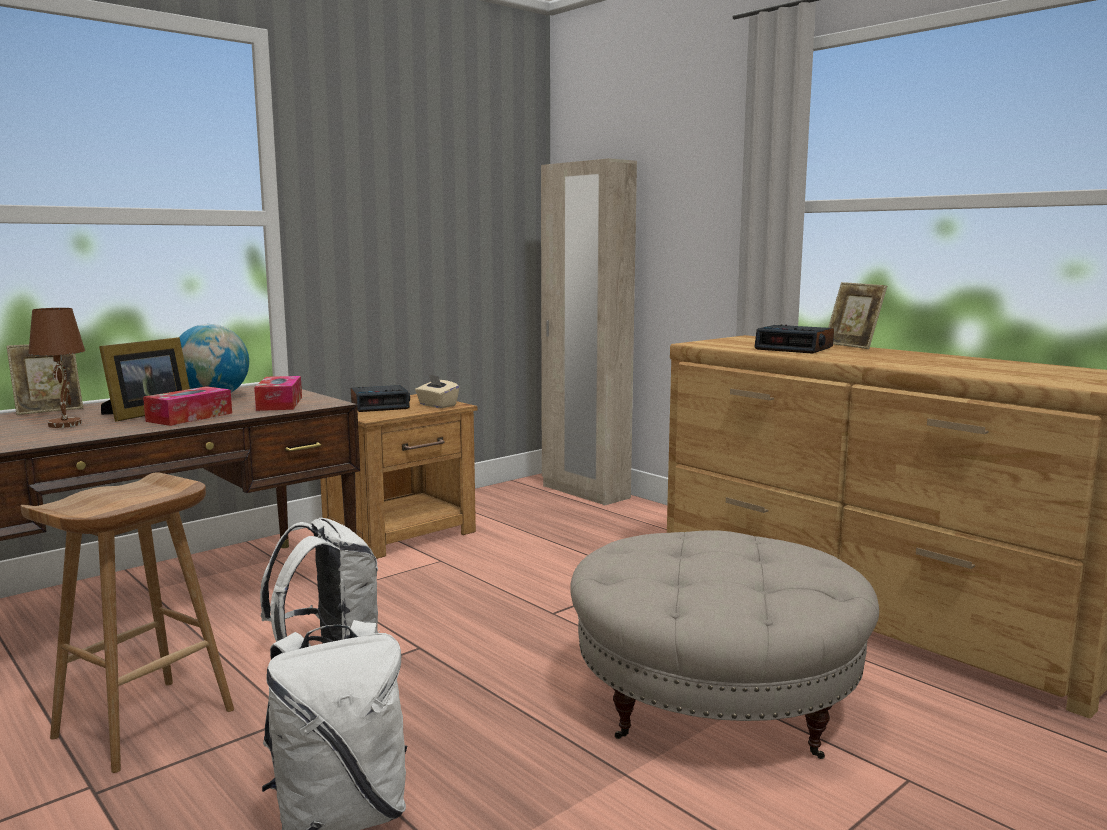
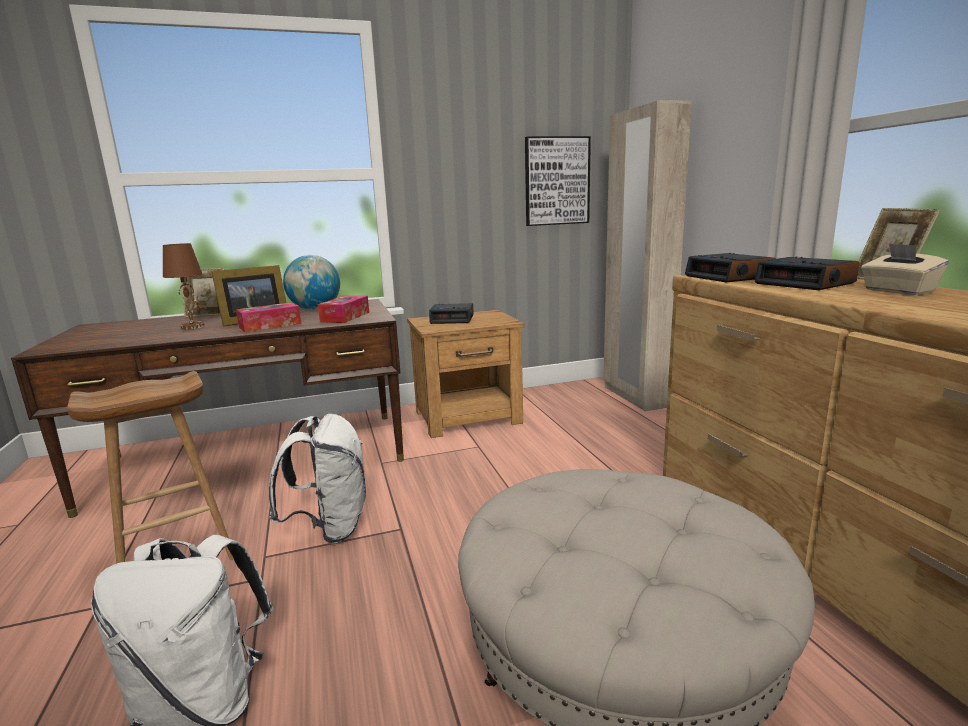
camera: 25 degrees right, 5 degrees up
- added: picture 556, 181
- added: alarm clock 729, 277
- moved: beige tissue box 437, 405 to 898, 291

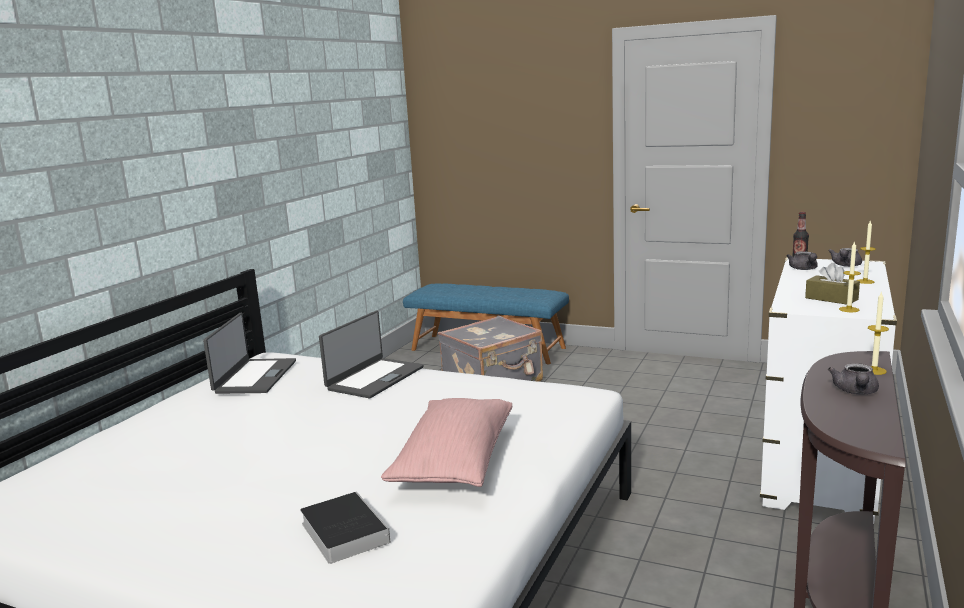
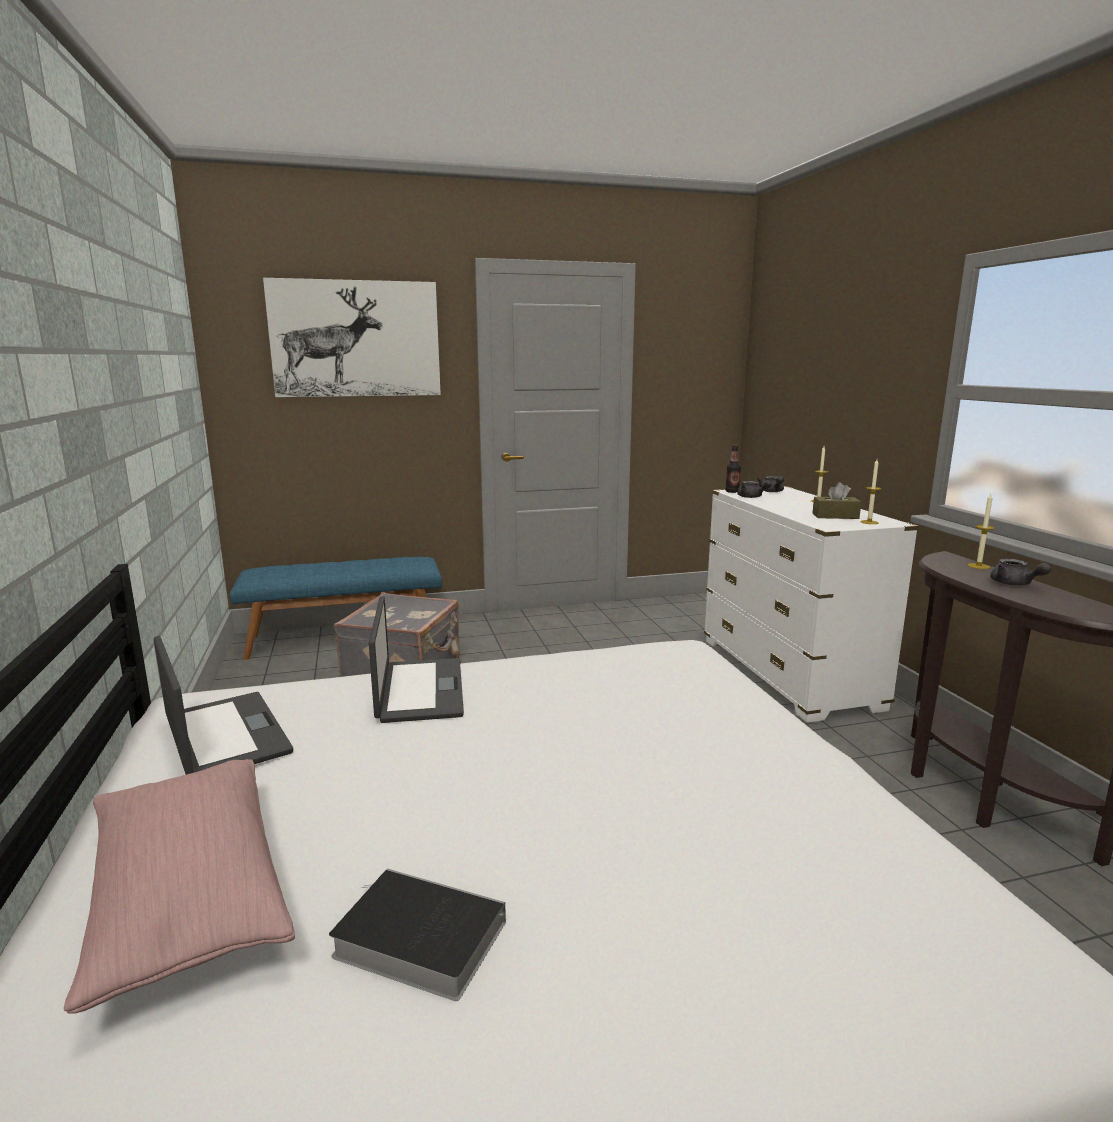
camera: 40 degrees left, 0 degrees up
- added: picture 356, 339
- moved: book 342, 531 to 415, 939
- moved: pink pillow 454, 462 to 188, 898

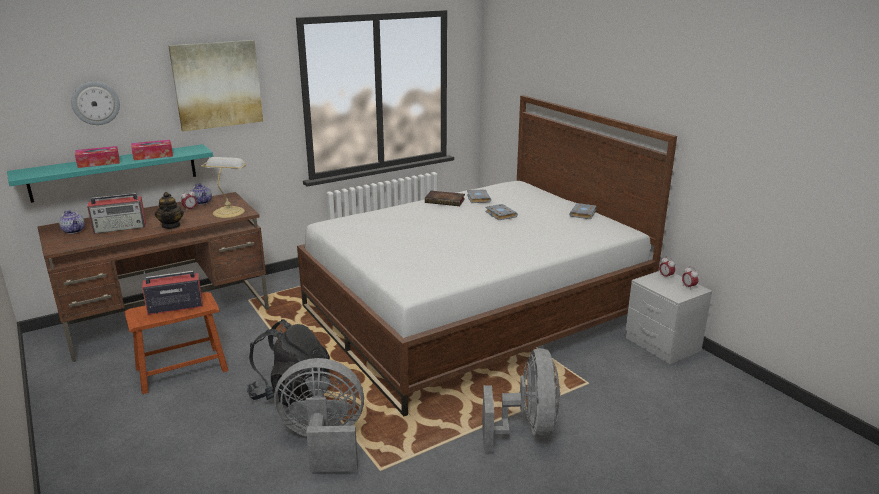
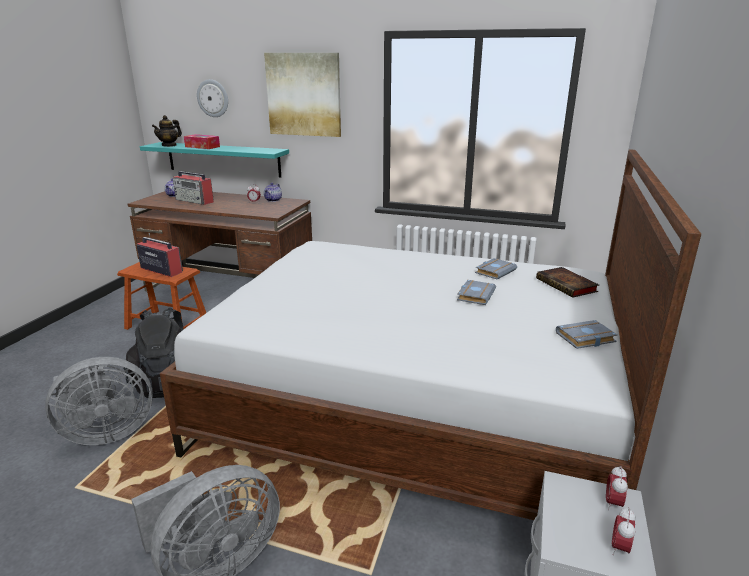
camera: 50 degrees right, 0 degrees up
- removed: tissue box 153, 155
- removed: table lamp 229, 211
- moved: teapot 171, 226 to 169, 145
- moved: book 446, 201 to 567, 286
- turned: grey fan 324, 442 = 106, 433 105 degrees clockwise

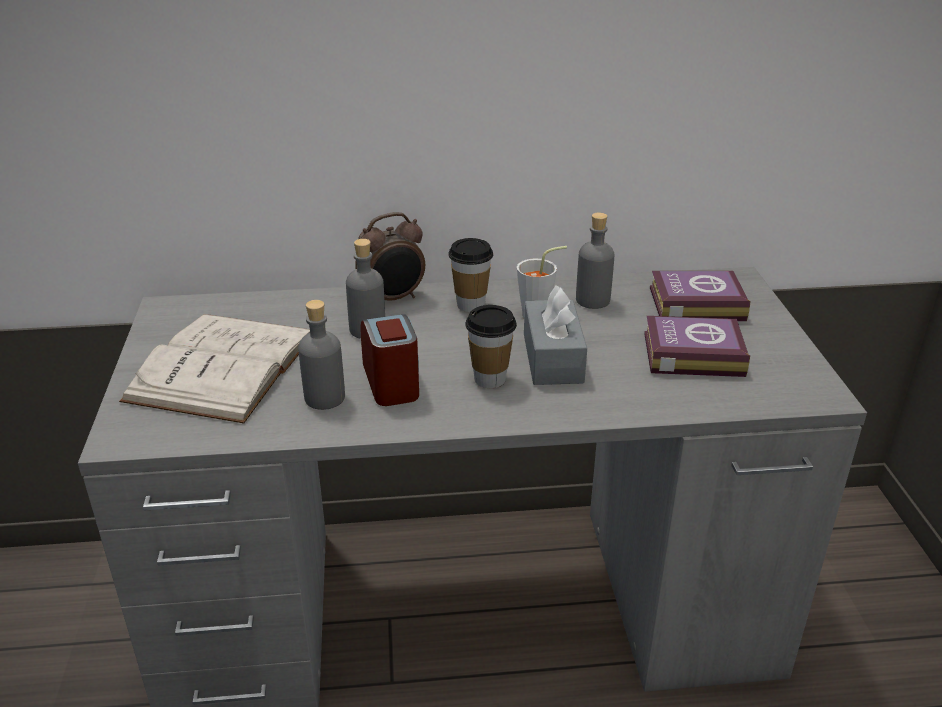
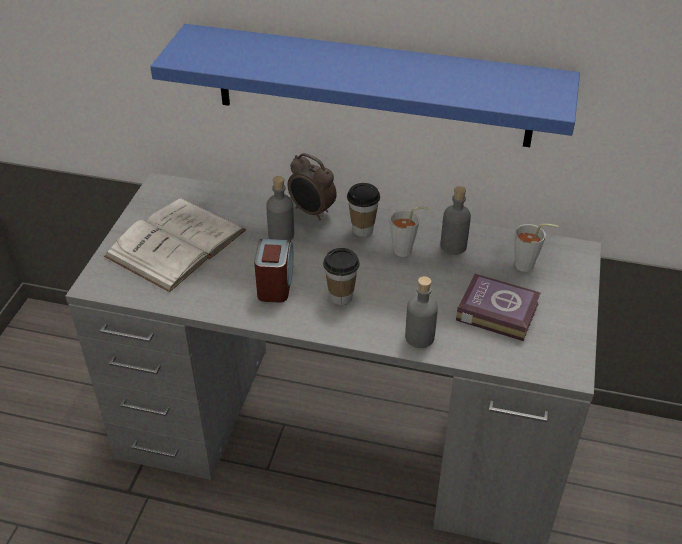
camera: 20 degrees right, 10 degrees up
- removed: grey tissue box 552, 358
- added: blue shelf 373, 86
- moved: grey bottle 324, 398 to 419, 337
- replaced: book 693, 303 to grey cup 528, 266
- turned: alarm clock 393, 299 = 311, 212 45 degrees clockwise

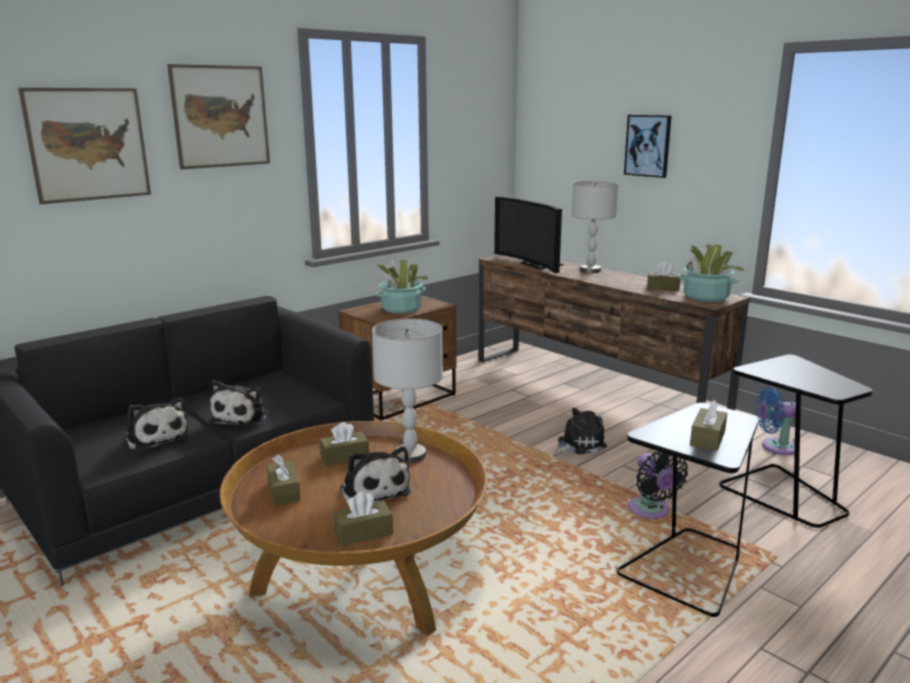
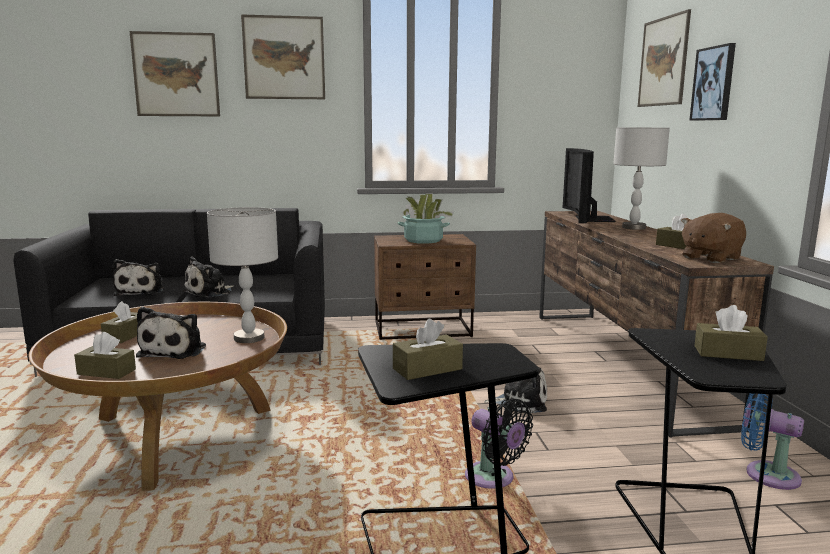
camera: 35 degrees right, 5 degrees down
- added: picture 663, 61
- moved: brown tissue box 345, 457 to 728, 353
- replaced: potted plant 706, 297 to brown plush toy 710, 258
- turned: black fan 650, 511 = 493, 479 60 degrees counterclockwise

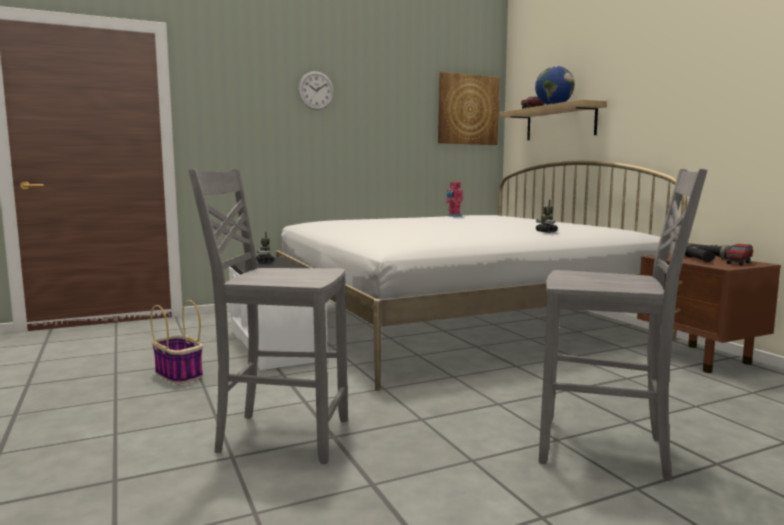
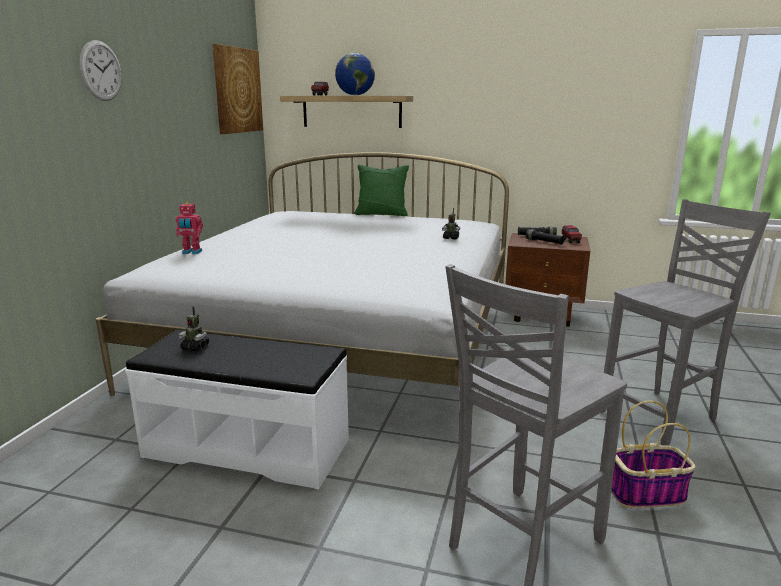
camera: 50 degrees left, 10 degrees up
- added: green pillow 381, 214
- moved: basket 179, 375 to 647, 494
- moved: toy robot 453, 216 to 191, 252

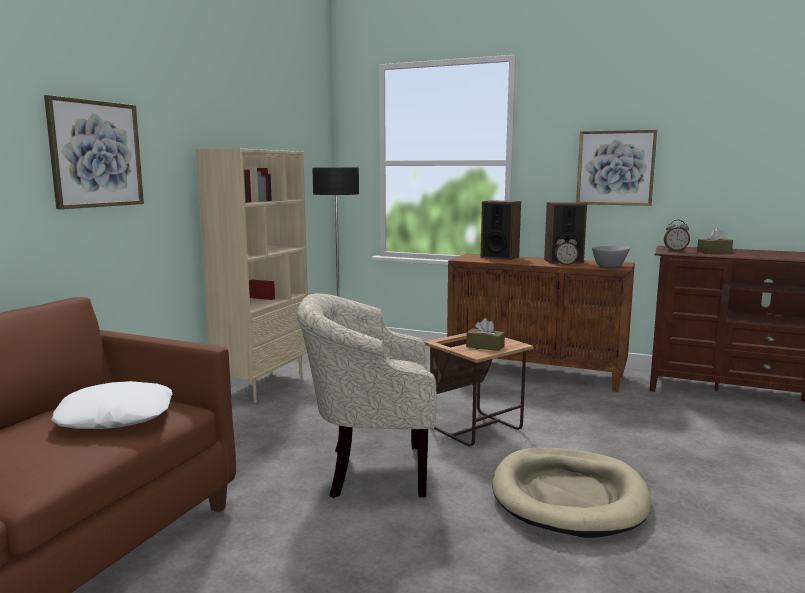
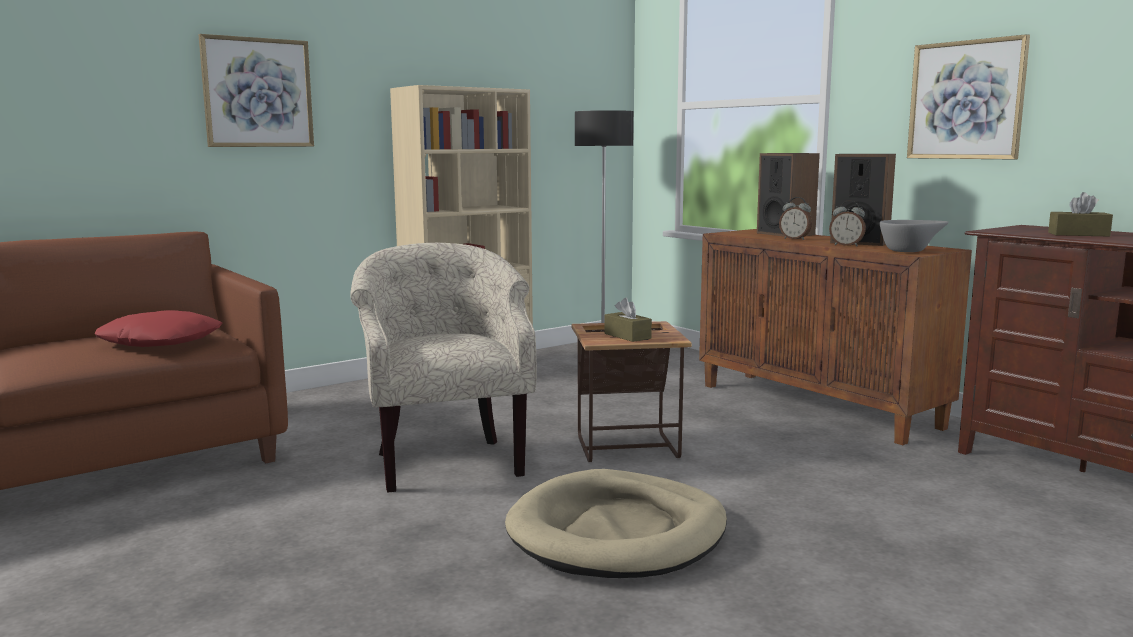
camera: 30 degrees right, 0 degrees up
- moved: alarm clock 675, 250 to 795, 239
- recoloured: white pillow 116, 417 to red pillow 162, 341
- turned: beige armchair 370, 471 = 446, 461 45 degrees clockwise

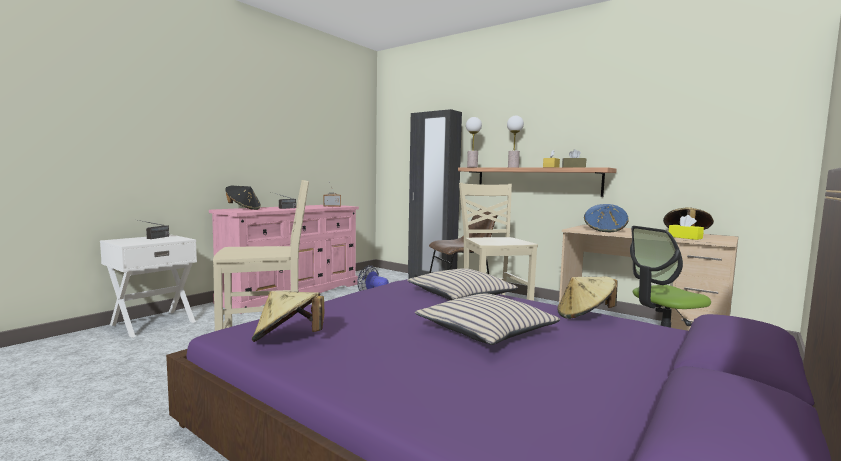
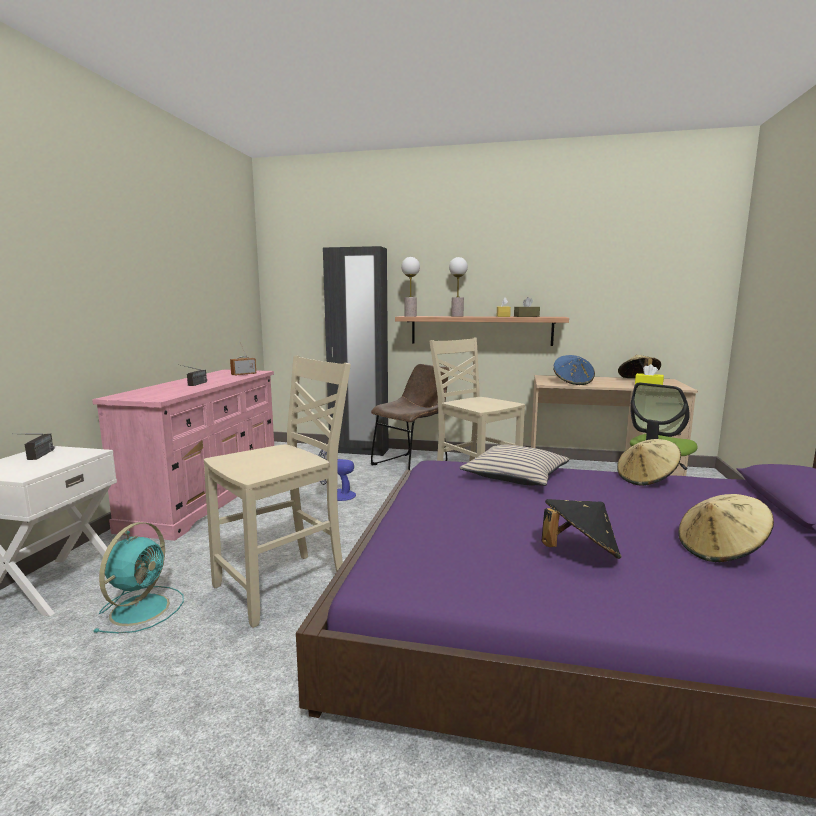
camera: 25 degrees left, 5 degrees up
- removed: beige pillow 486, 331
- added: turquoise fan 142, 608
- moved: black hat 243, 209 to 579, 553
- moved: beige hat 288, 339 to 720, 551

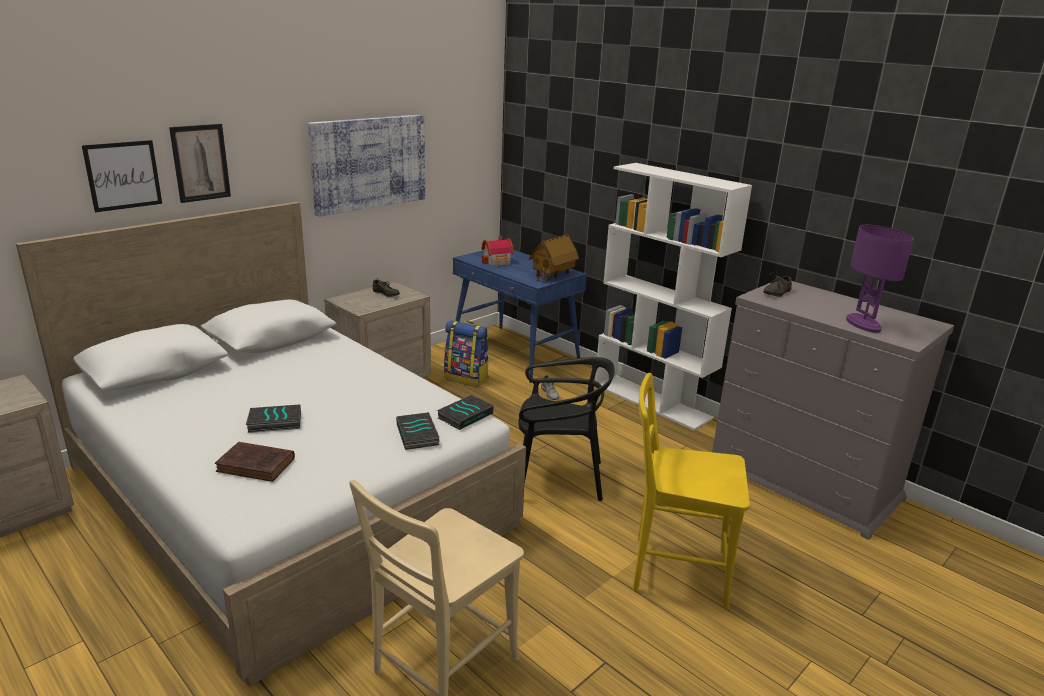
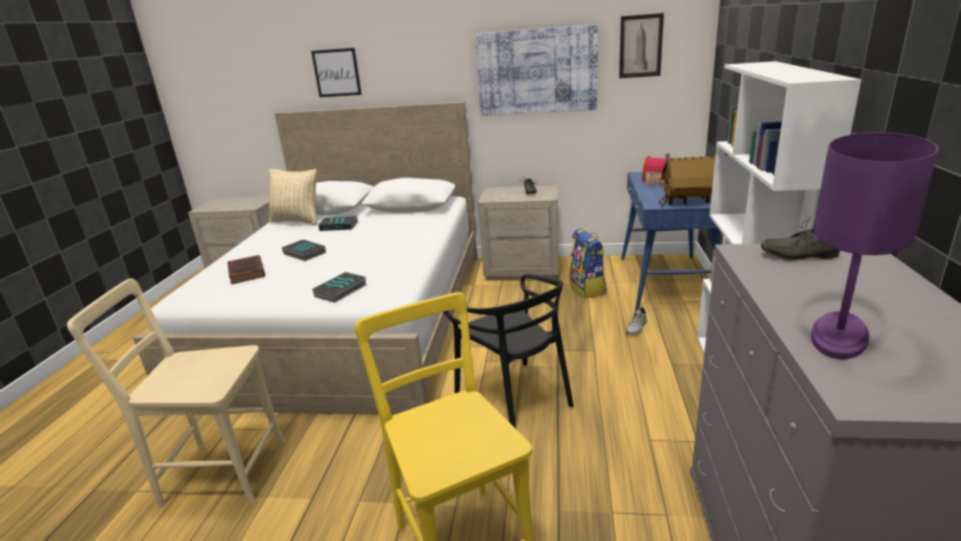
camera: 55 degrees right, 0 degrees up
- added: beige pillow 297, 221
- moved: picture 200, 163 to 640, 46
- moved: book 465, 415 to 339, 226

